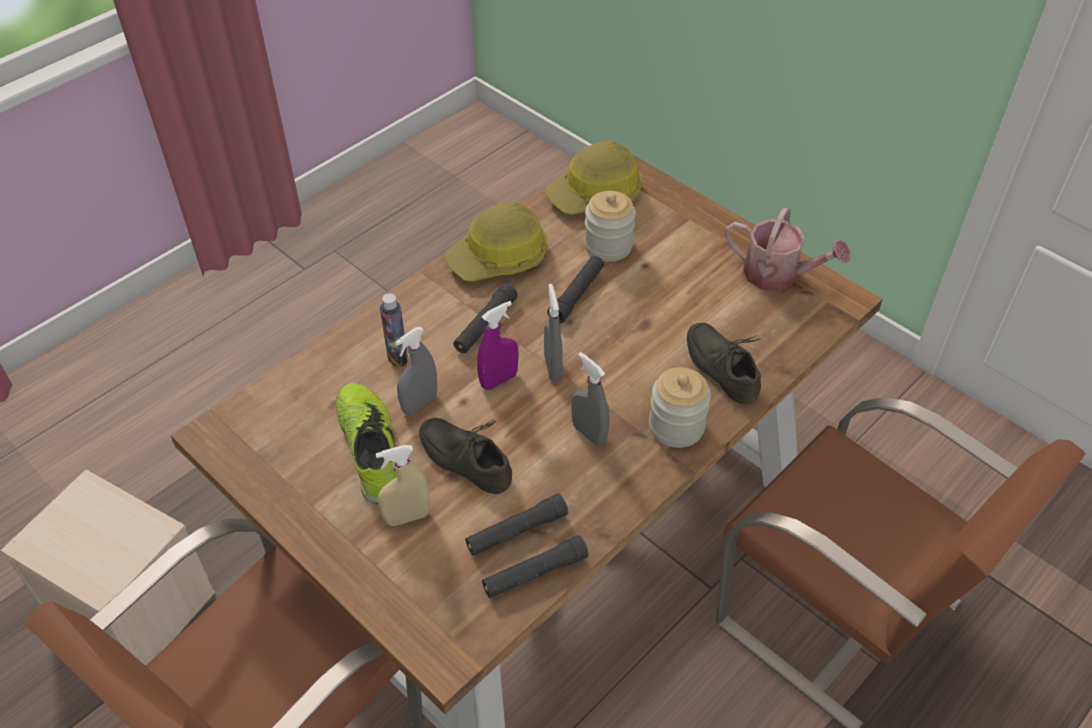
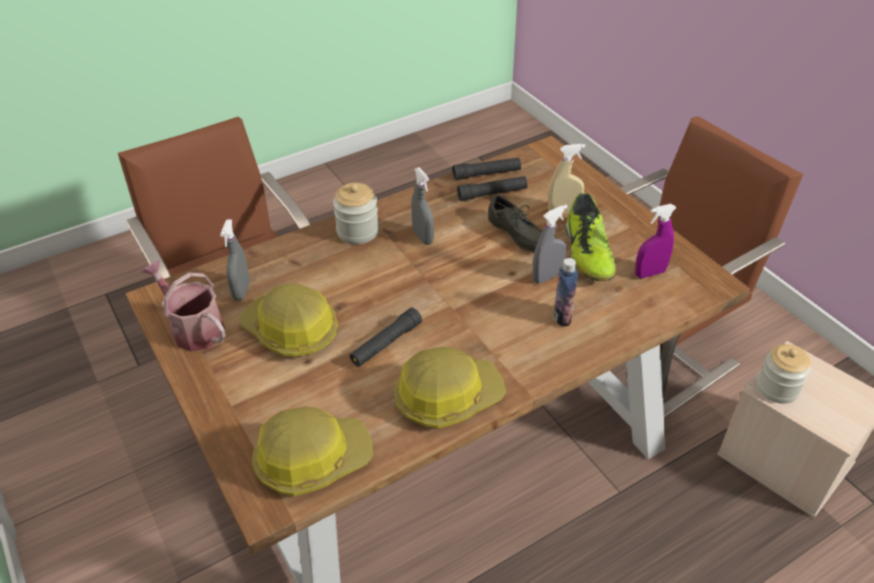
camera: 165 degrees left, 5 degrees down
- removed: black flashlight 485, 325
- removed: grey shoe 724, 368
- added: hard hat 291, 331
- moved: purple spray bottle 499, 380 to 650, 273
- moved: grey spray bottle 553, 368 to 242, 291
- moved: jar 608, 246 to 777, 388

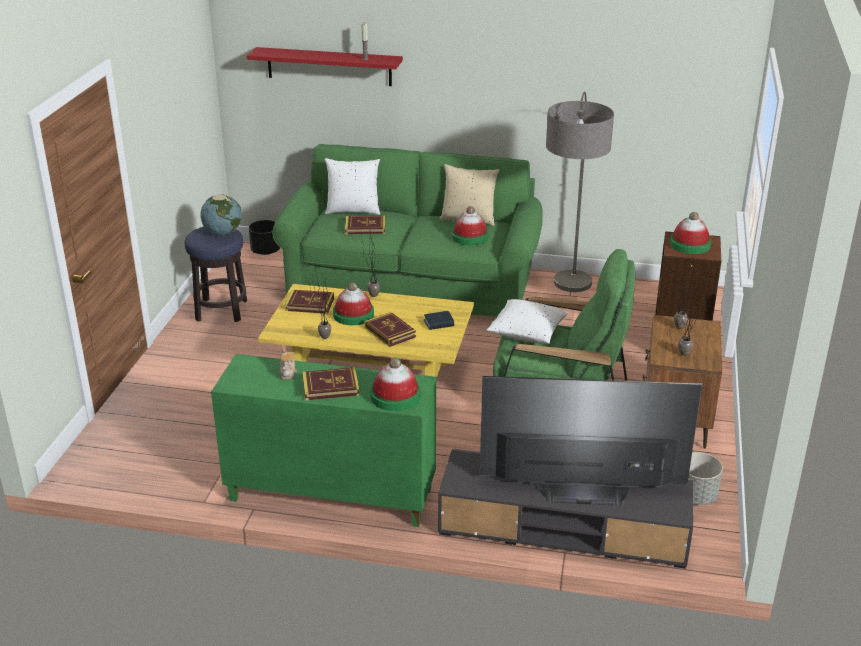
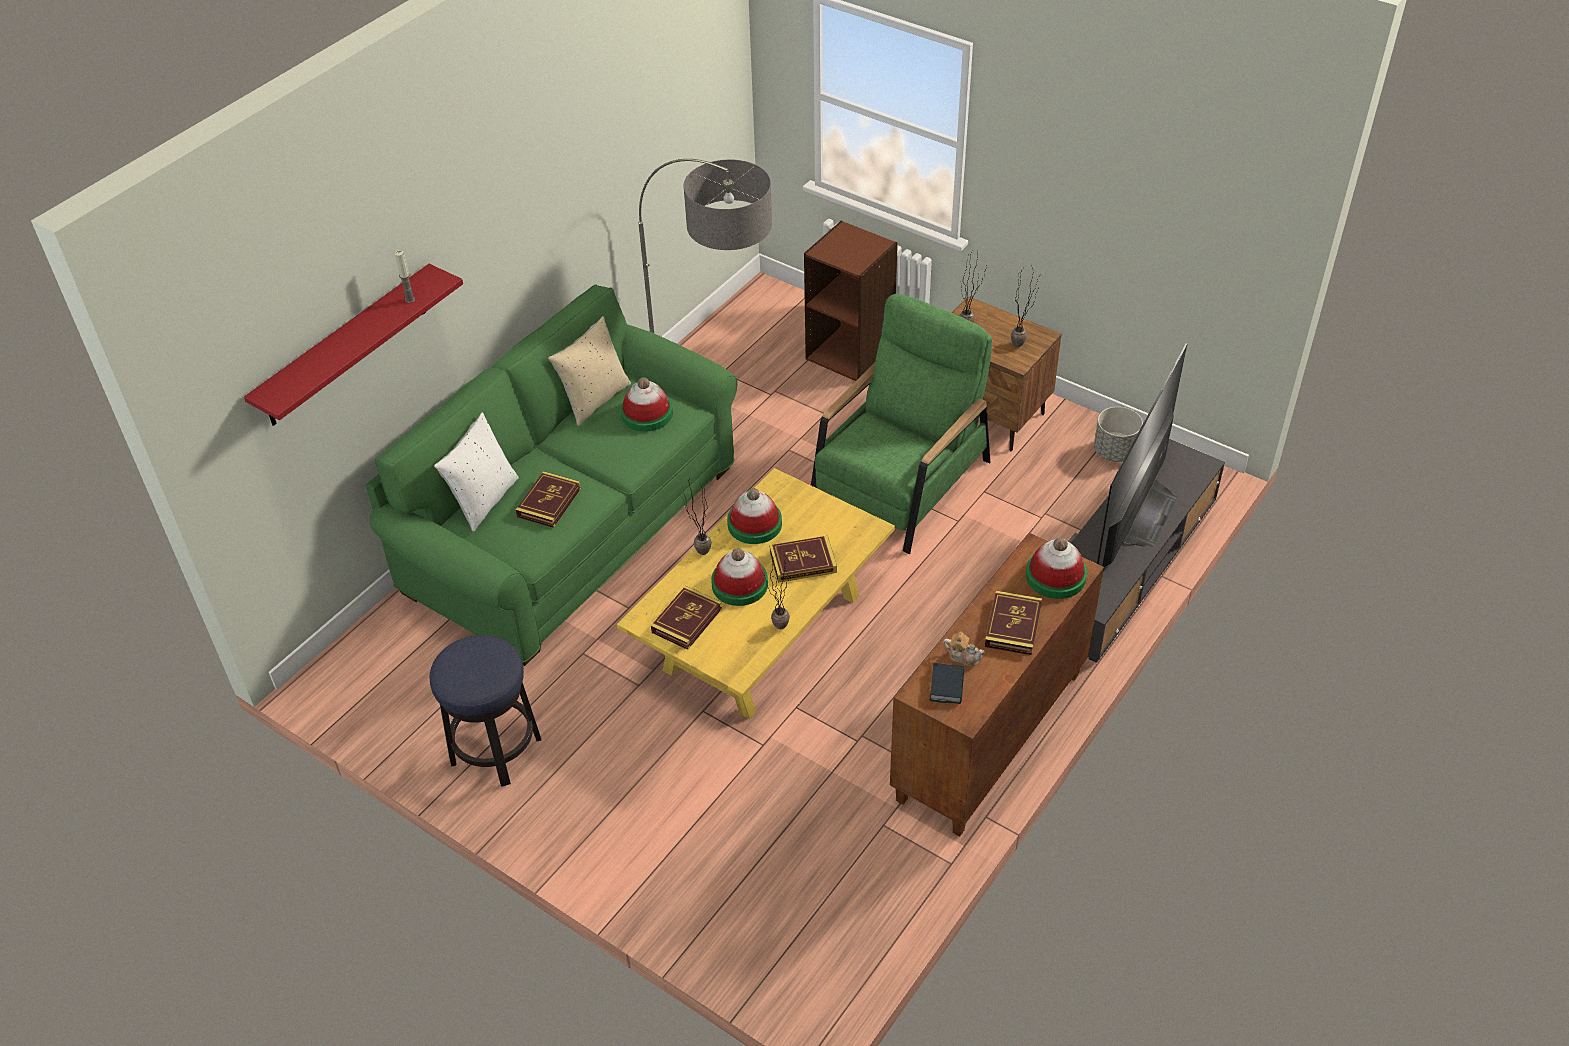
camera: 65 degrees left, 15 degrees up
- removed: globe 223, 233
- removed: black planter 265, 251
- removed: white pillow 527, 333
- moved: book 439, 323 to 947, 686
- moved: hat 690, 244 to 754, 524
- recoloured: green cabinet 329, 495 to brown cabinet 990, 738

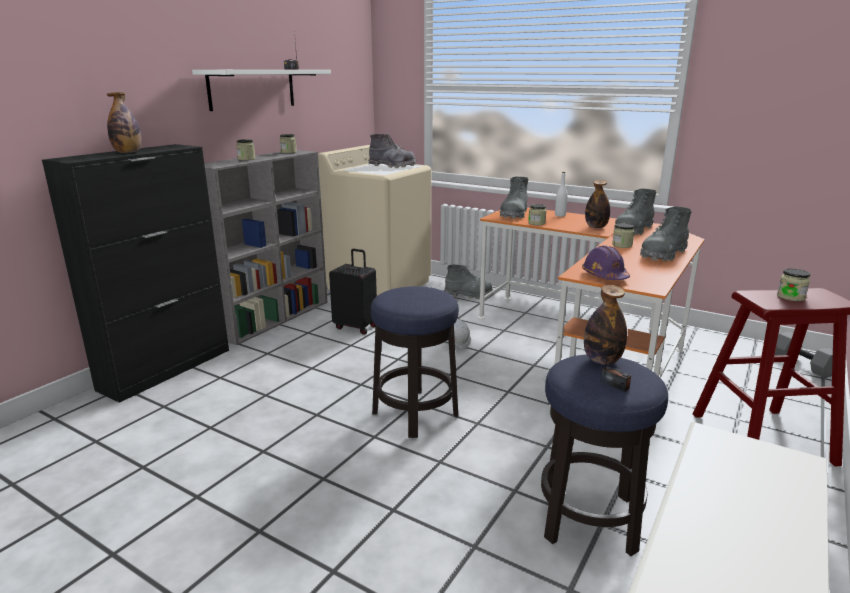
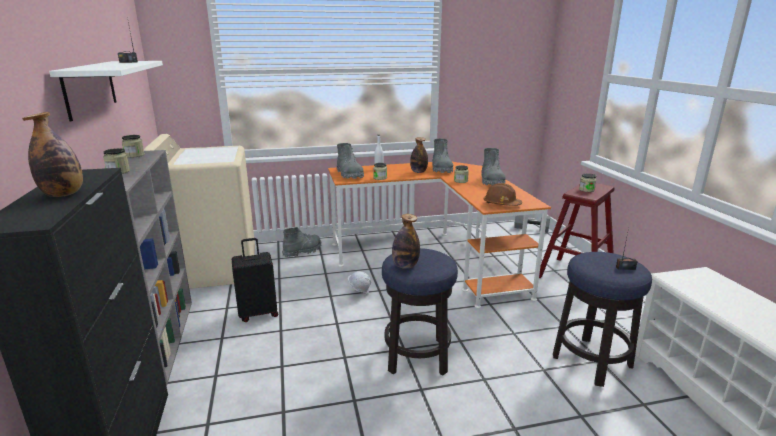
camera: 45 degrees left, 0 degrees up
- removed: grey boot 392, 166
- moved: bottle 602, 360 to 405, 266
- recoloured: purple hard hat 604, 276 to brown hard hat 501, 204

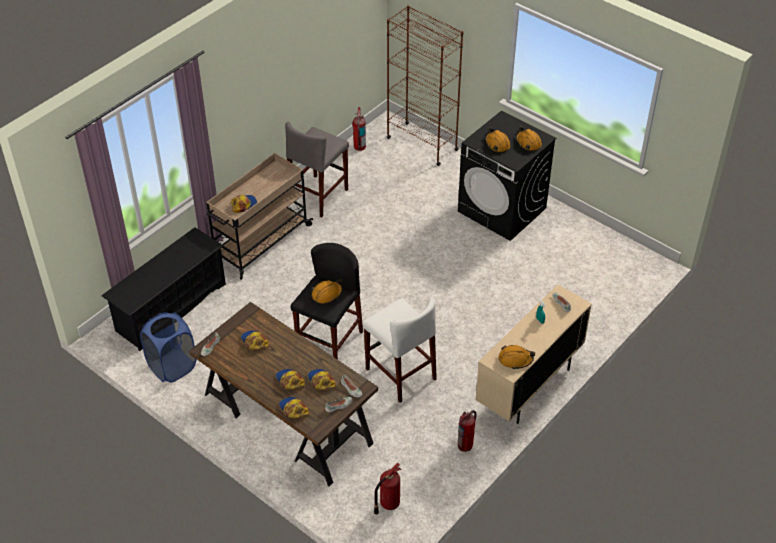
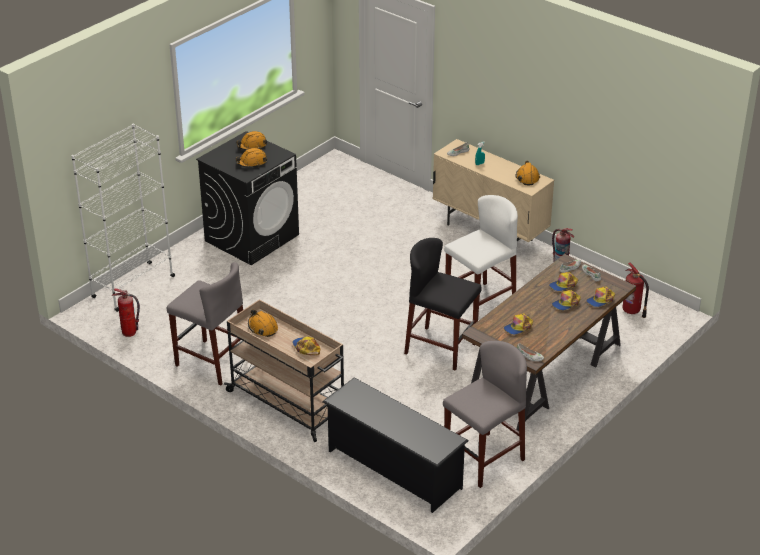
camera: 90 degrees left, 10 degrees down
- moved: orange hard hat 327, 294 to 262, 327
- replaced: blue laundry basket 172, 367 to grey stool 484, 460
- recoloured: brown bookcase 422, 143 to white bookcase 133, 287

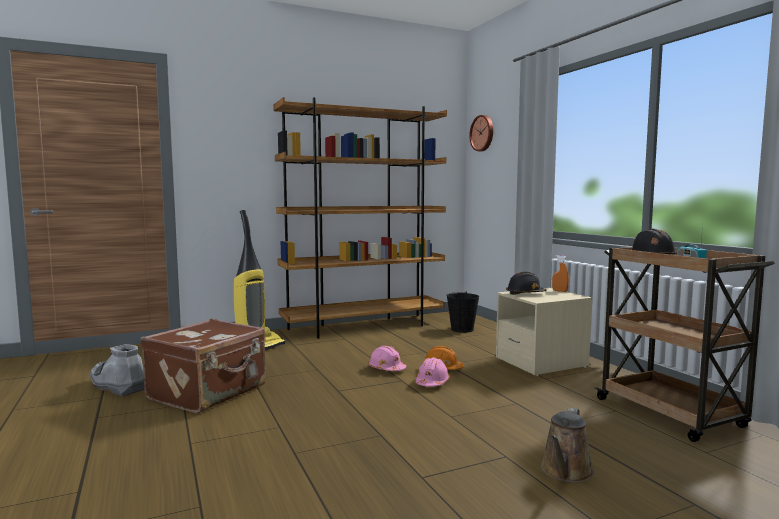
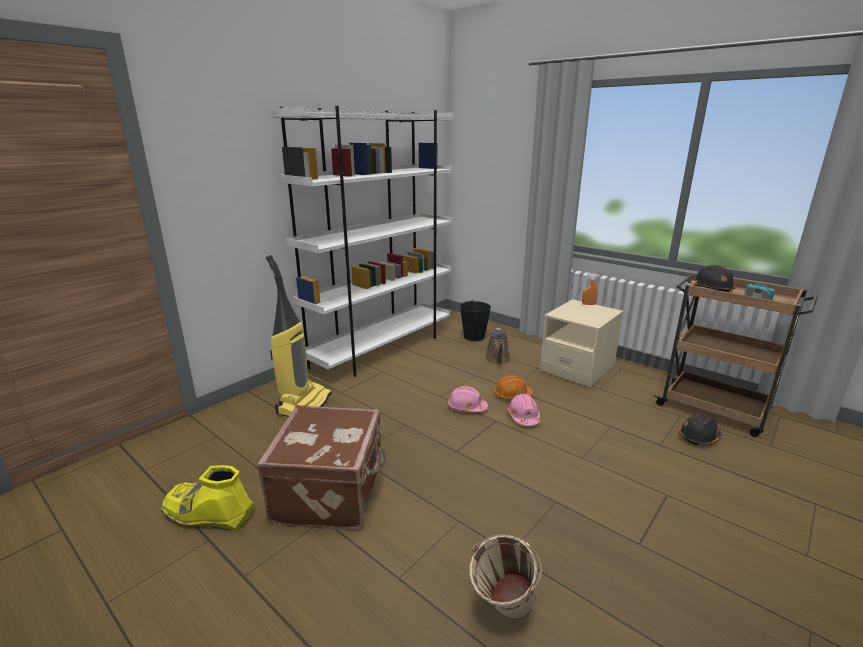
camera: 25 degrees left, 15 degrees up
- removed: wall clock 482, 133
- added: beige bucket 502, 613
- moved: black hard hat 525, 294 to 699, 437
- moved: brown watering can 565, 472 to 498, 359
- recoloured: grey boot 118, 386 to yellow boot 209, 513
- recoloured: brown bookcase 364, 326 to white bookcase 382, 349

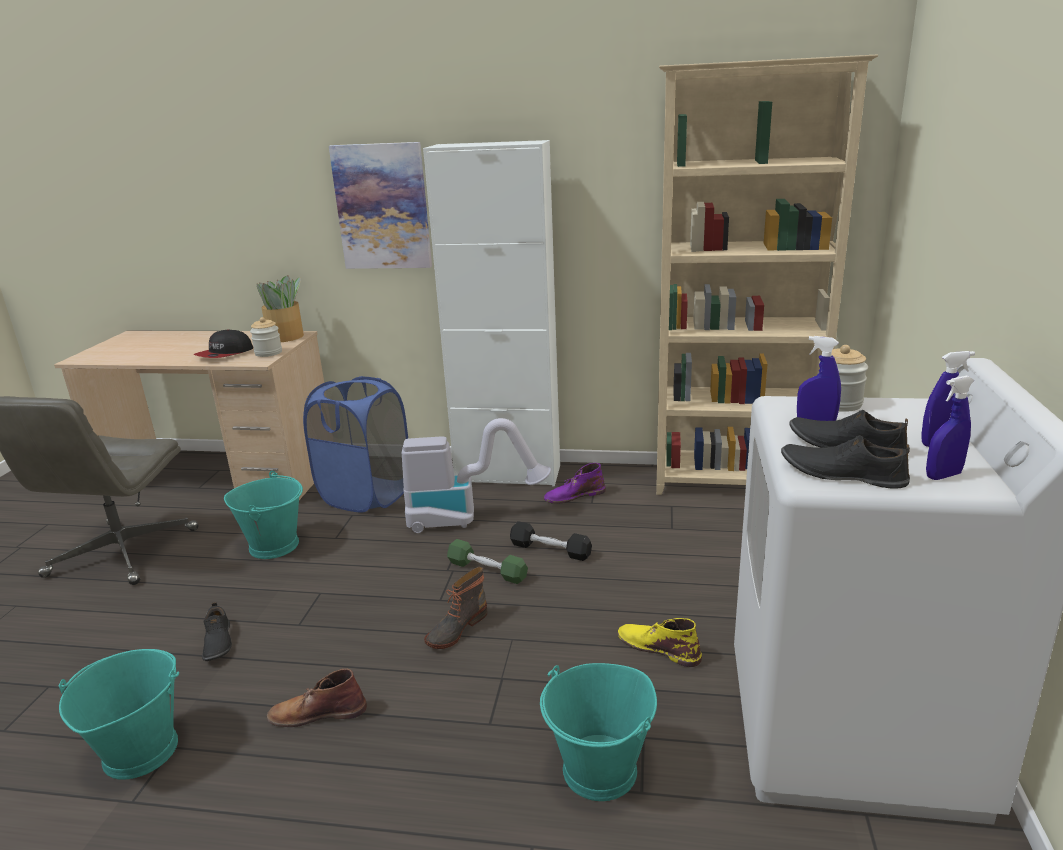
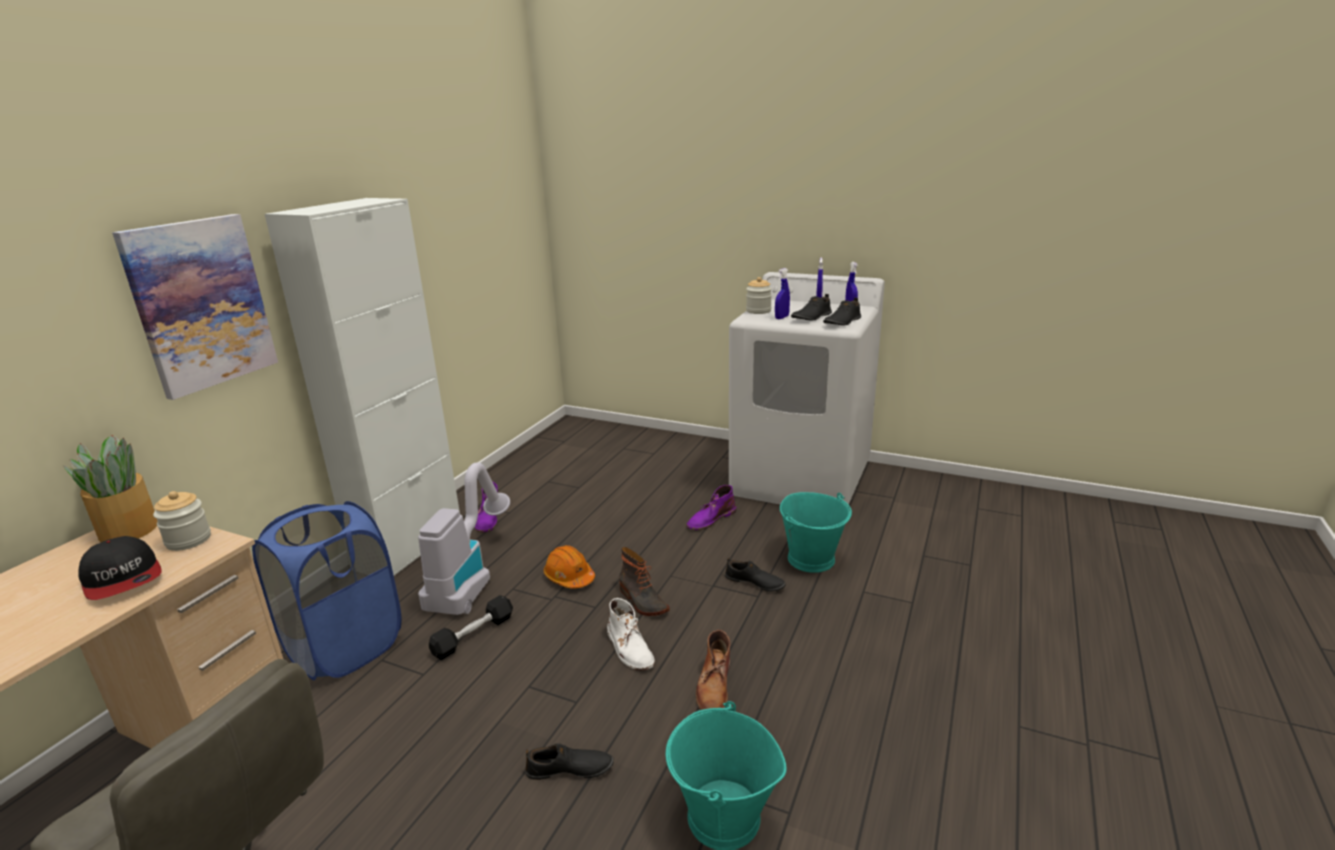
camera: 75 degrees left, 0 degrees up
- removed: turquoise bucket 274, 545
- removed: beige bookcase 734, 483
- added: white boot 630, 648
- added: black shoe 754, 583
- moved: black dumbbell 550, 550 to 473, 635
- replaced: green dumbbell 487, 570 to orange hard hat 569, 577
- recoloured: yellow boot 658, 647 to purple boot 710, 519

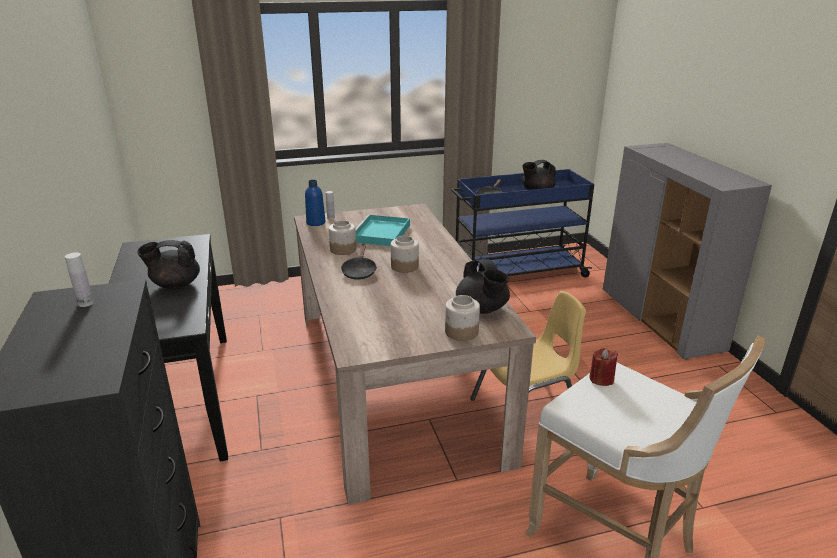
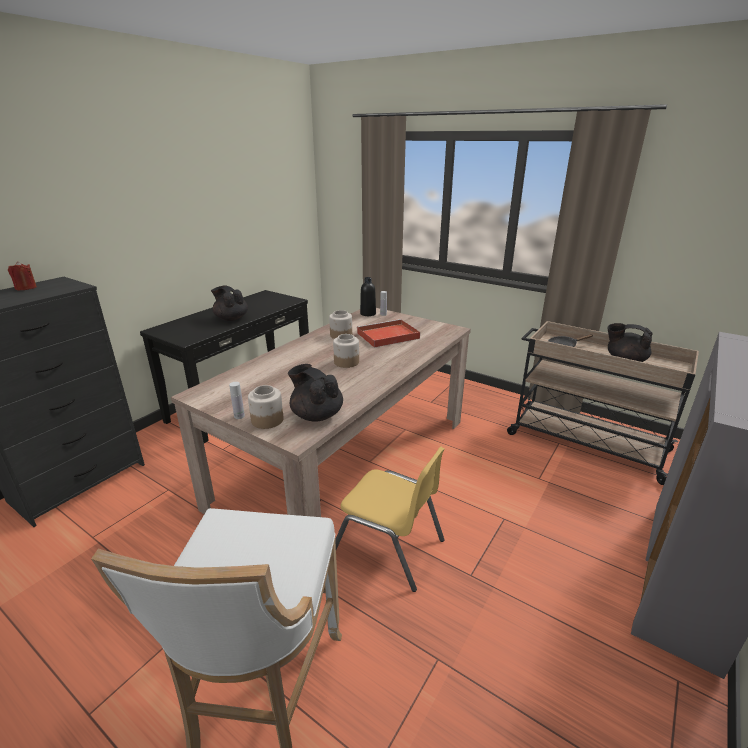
camera: 50 degrees right, 0 degrees up
- removed: black frying pan 359, 271
- moved: white bottle 86, 303 to 239, 416
- moved: red candle 601, 379 to 26, 288
- recoloured: blue bottle 316, 223 to black bottle 368, 314
- recoloured: turquoise tray 381, 234 to red tray 387, 336
- recoloured: blue cart 516, 273 to beige cart 584, 442
- turned: black teapot 482, 309 = 316, 415 105 degrees clockwise

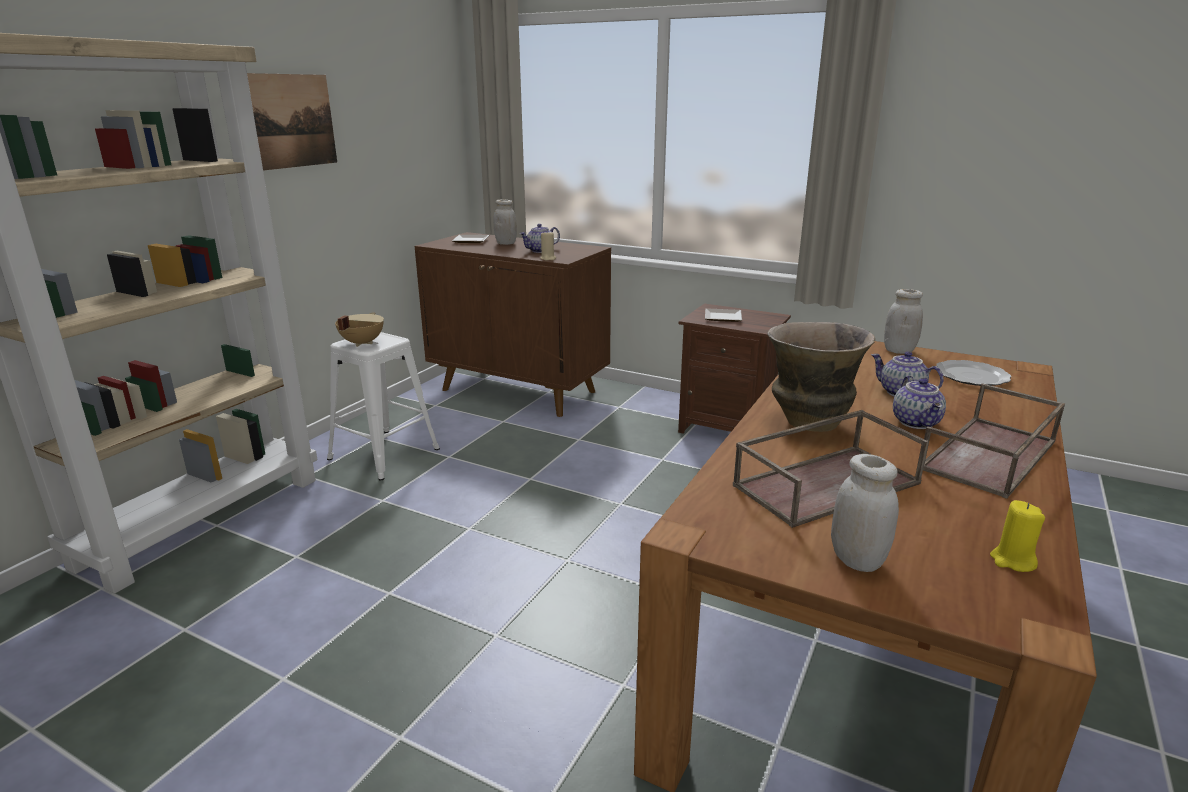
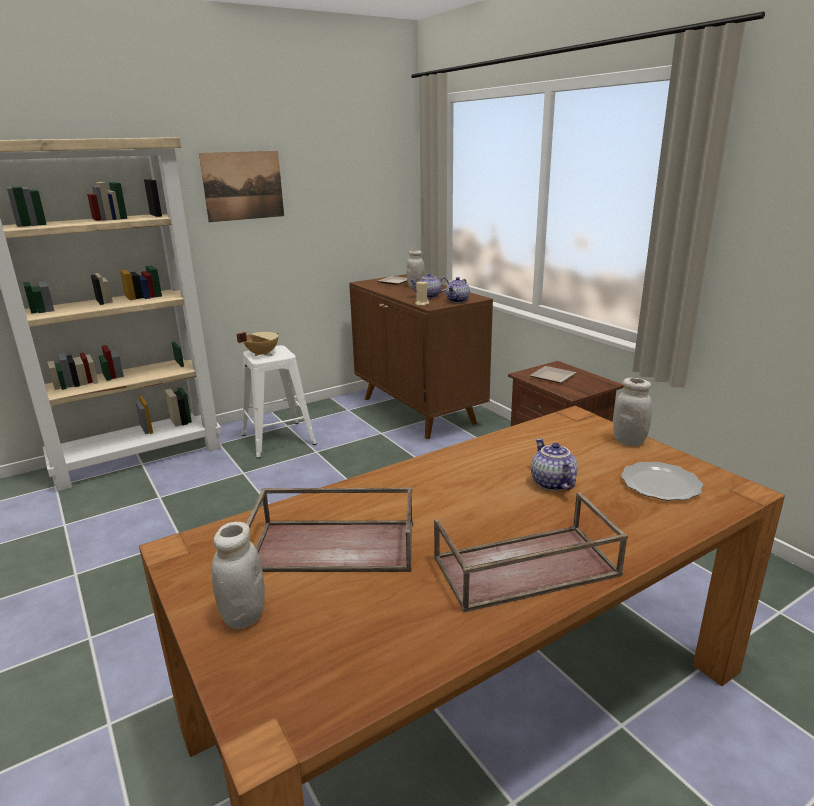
camera: 30 degrees right, 0 degrees up
- removed: vase 808, 423
- removed: yellow candle 1012, 561
- moved: teapot 917, 423 to 458, 301

